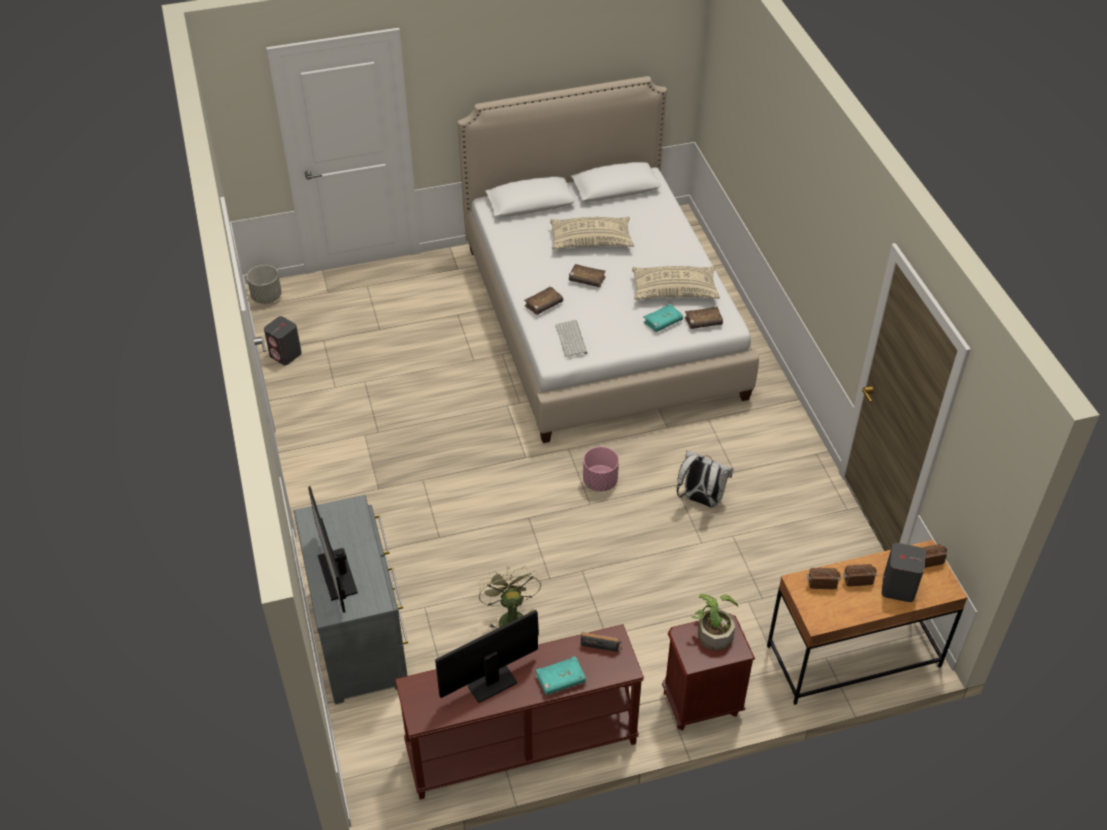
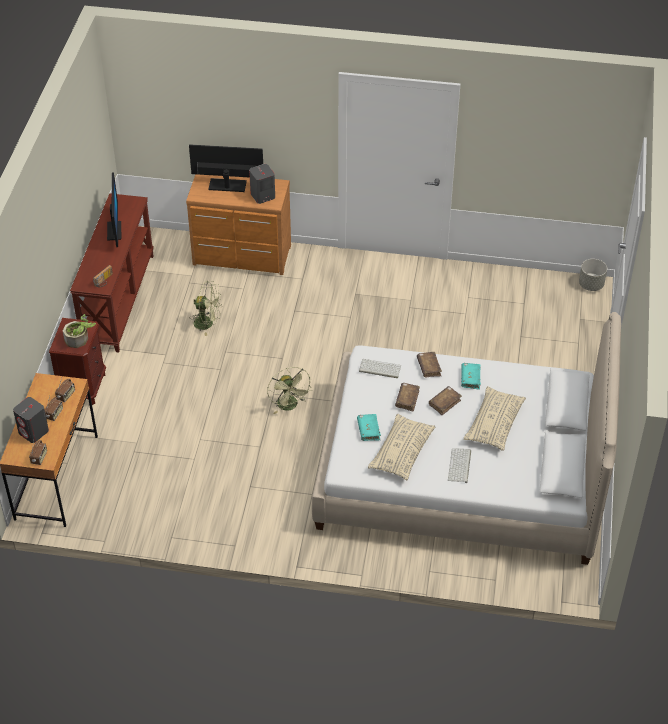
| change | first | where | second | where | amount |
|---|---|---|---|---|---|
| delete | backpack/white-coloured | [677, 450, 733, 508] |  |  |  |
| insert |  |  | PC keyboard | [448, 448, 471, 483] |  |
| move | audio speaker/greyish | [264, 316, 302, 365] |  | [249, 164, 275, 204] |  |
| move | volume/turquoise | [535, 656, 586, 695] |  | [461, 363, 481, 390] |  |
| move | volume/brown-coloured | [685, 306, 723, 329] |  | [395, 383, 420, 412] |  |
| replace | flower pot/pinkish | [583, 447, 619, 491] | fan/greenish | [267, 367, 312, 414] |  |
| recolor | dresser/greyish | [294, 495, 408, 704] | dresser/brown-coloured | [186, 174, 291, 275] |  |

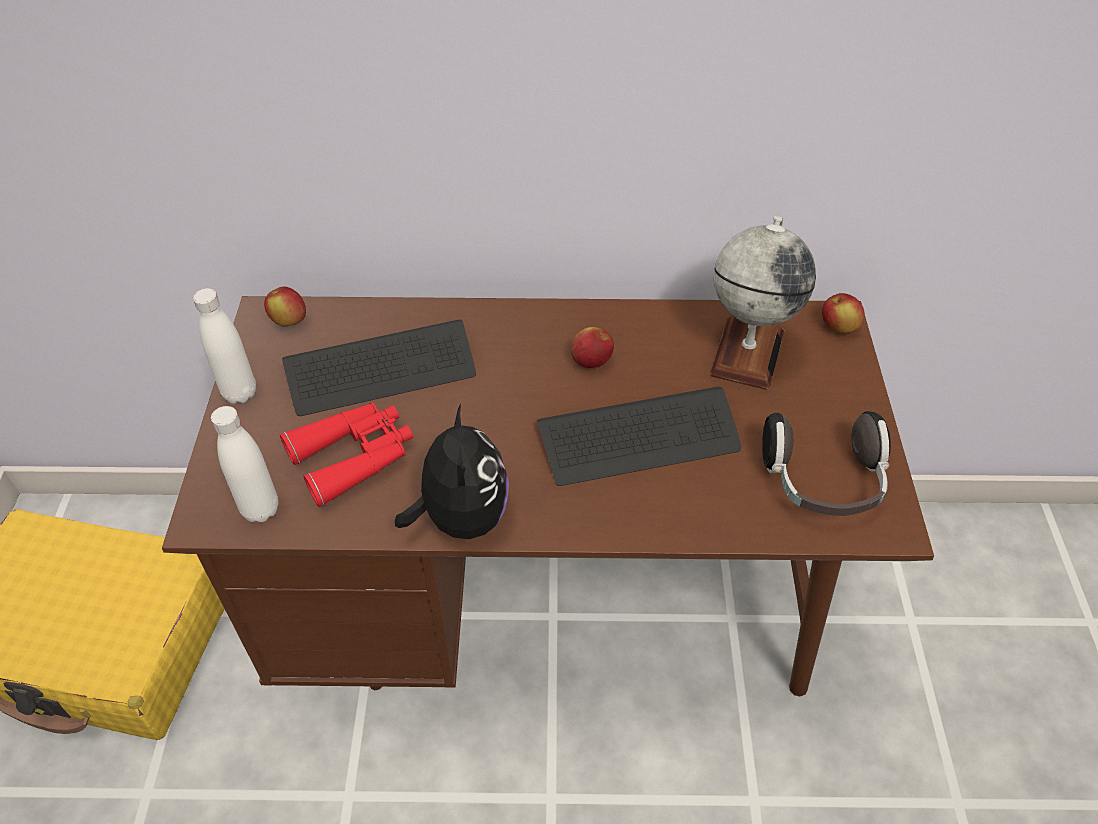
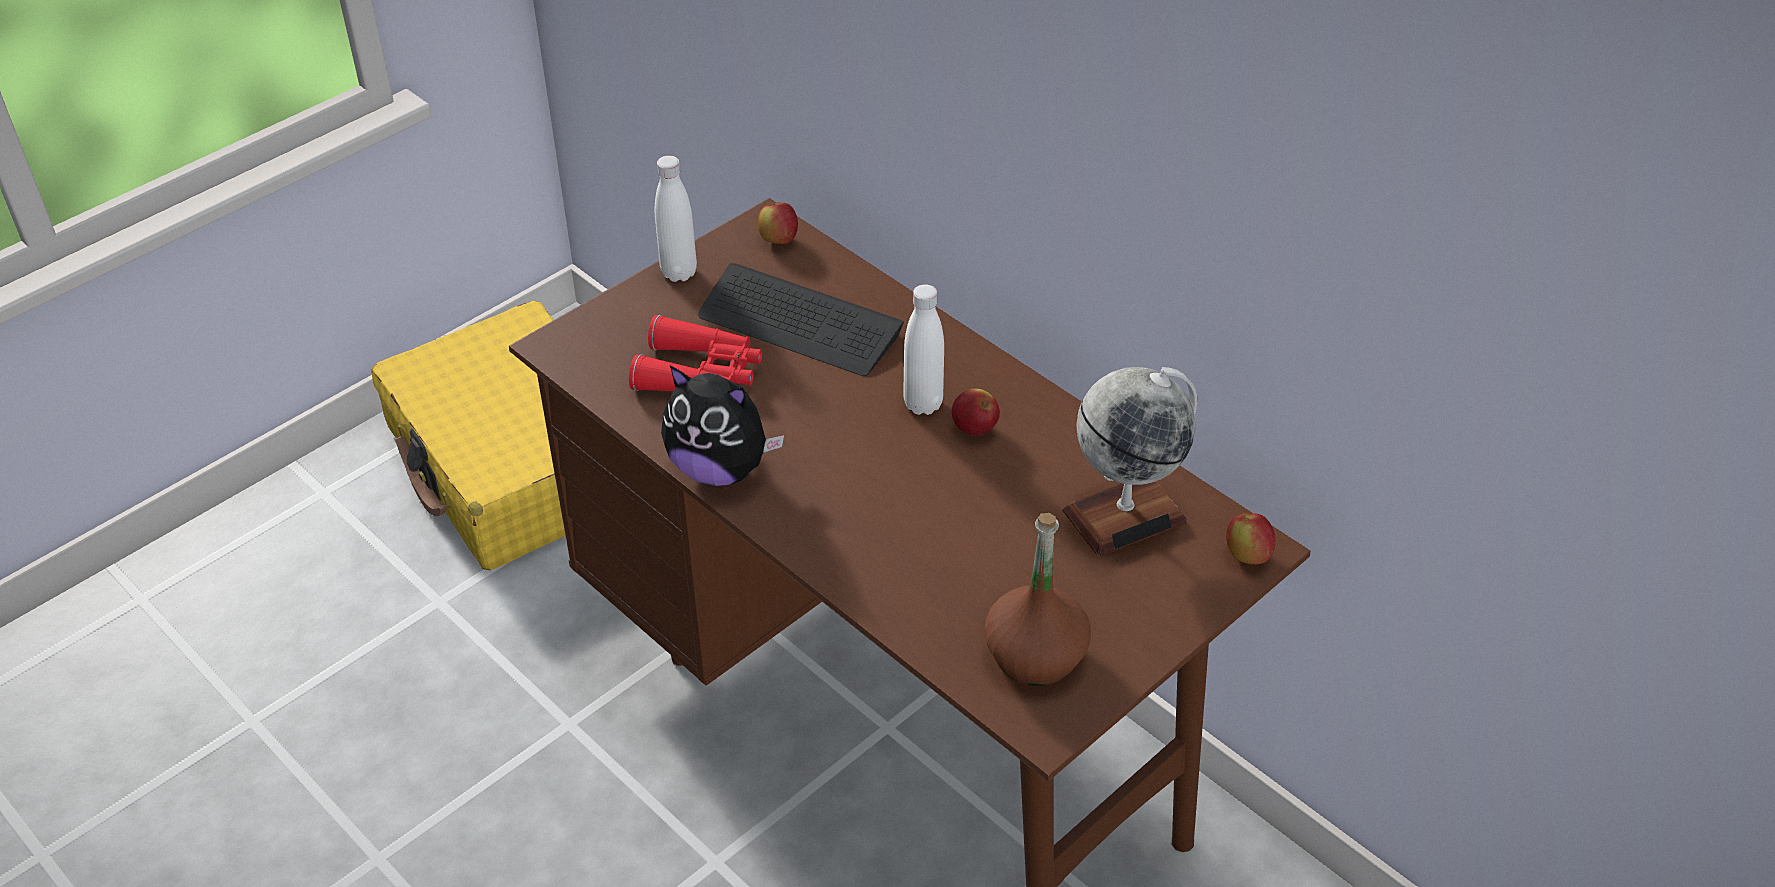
| change | first | where | second | where | amount |
|---|---|---|---|---|---|
| delete | PC keyboard | [537, 387, 742, 486] |  |  |  |
| move | beverage bottle/white-coloured | [211, 406, 279, 522] |  | [903, 284, 944, 415] |  |
| replace | headset | [762, 411, 891, 516] | beverage bottle/brown-coloured | [984, 513, 1091, 686] |  |
| rotate | plush toy | [395, 404, 509, 539] |  | [661, 365, 784, 486] | 75 degrees clockwise |

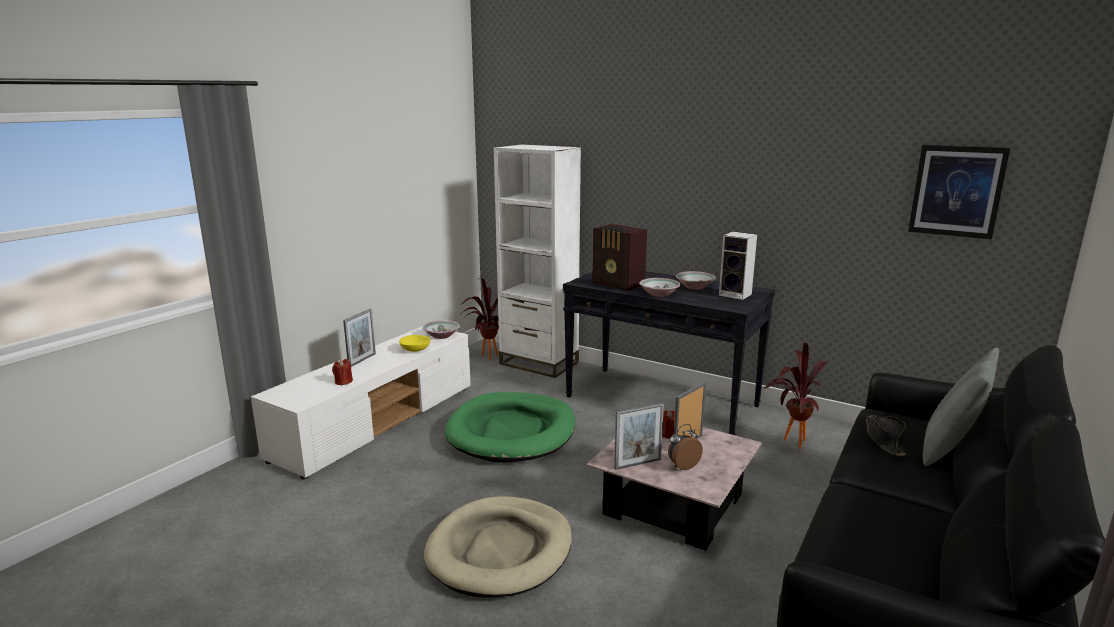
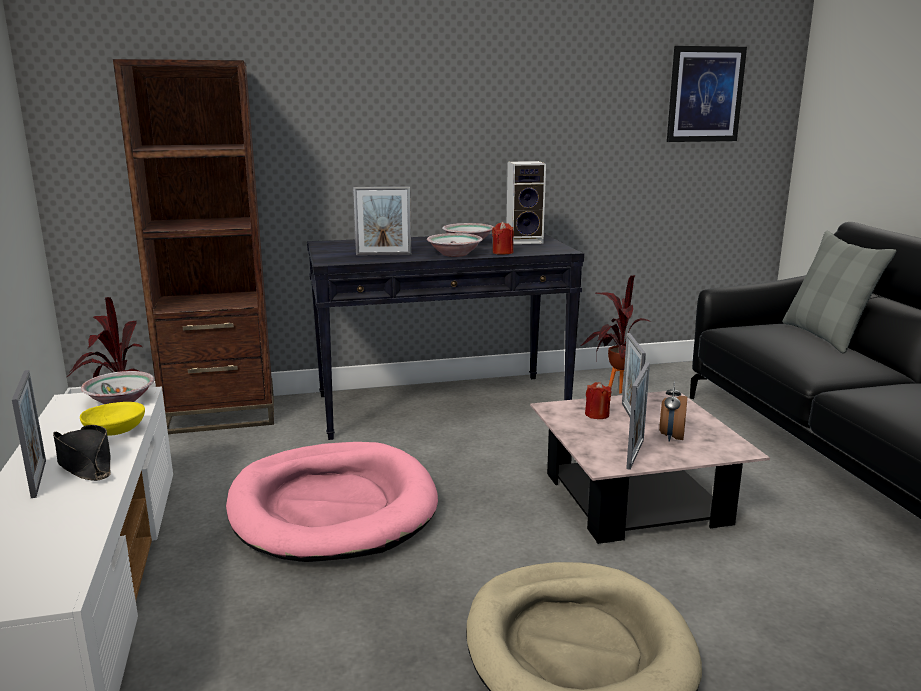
| change | first | where | second | where | amount |
|---|---|---|---|---|---|
| move | candle/reddish | [332, 359, 353, 385] |  | [492, 222, 514, 255] |  |
| move | wearable hat/black | [866, 415, 906, 456] |  | [53, 425, 111, 481] |  |
| replace | radio receiver | [592, 224, 647, 291] | picture frame | [353, 186, 411, 255] |  |
| recolor | pet bed/greenish | [445, 392, 575, 463] | pet bed/pinkish | [226, 442, 438, 562] |  |
| recolor | shelving unit/white-coloured | [494, 145, 581, 378] | shelving unit/brown-coloured | [113, 59, 274, 434] |  |

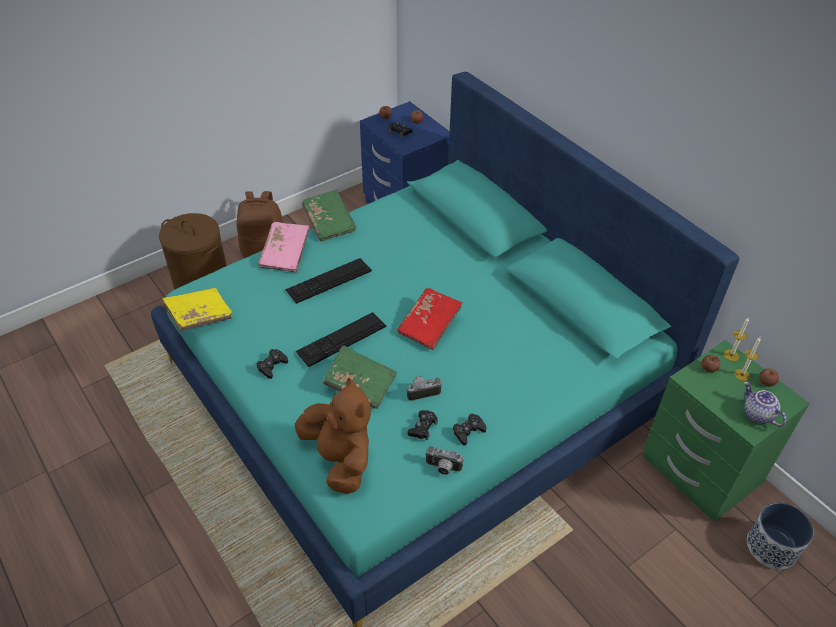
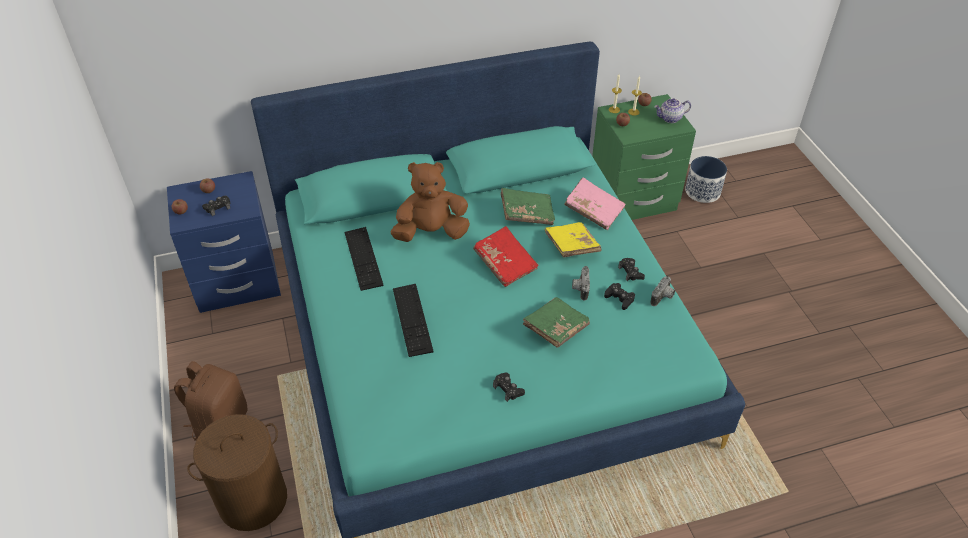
| change | first | where | second | where | amount |
|---|---|---|---|---|---|
| move | volume/yellowish | [162, 288, 232, 331] |  | [544, 222, 601, 258] |  |
| move | volume/pinkish | [258, 222, 310, 272] |  | [565, 177, 626, 230] |  |
| move | plush toy/brown-coloured | [294, 377, 371, 494] |  | [390, 162, 470, 242] |  |
| move | PC keyboard | [296, 312, 386, 367] |  | [345, 227, 384, 291] |  |
| move | volume/greenish | [302, 189, 357, 242] |  | [501, 188, 555, 225] |  |

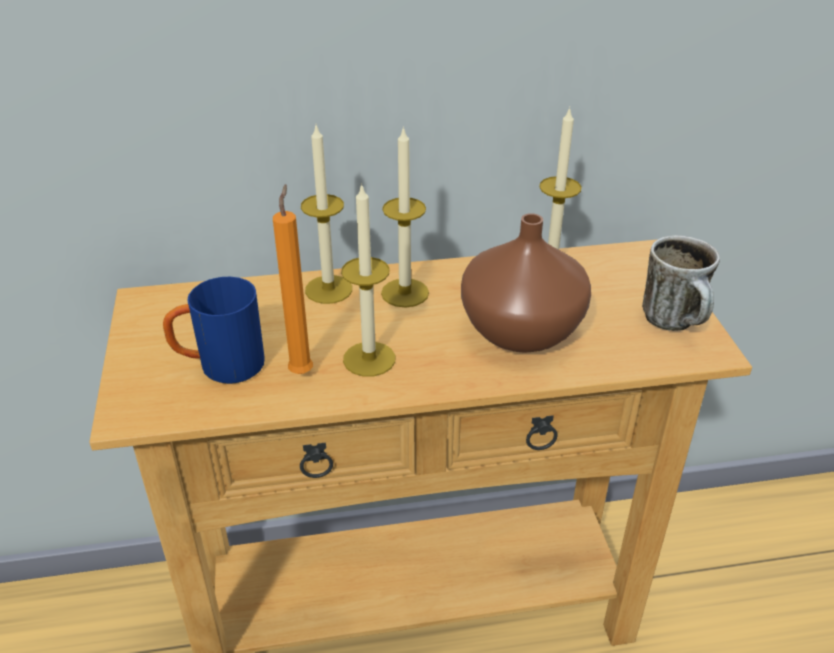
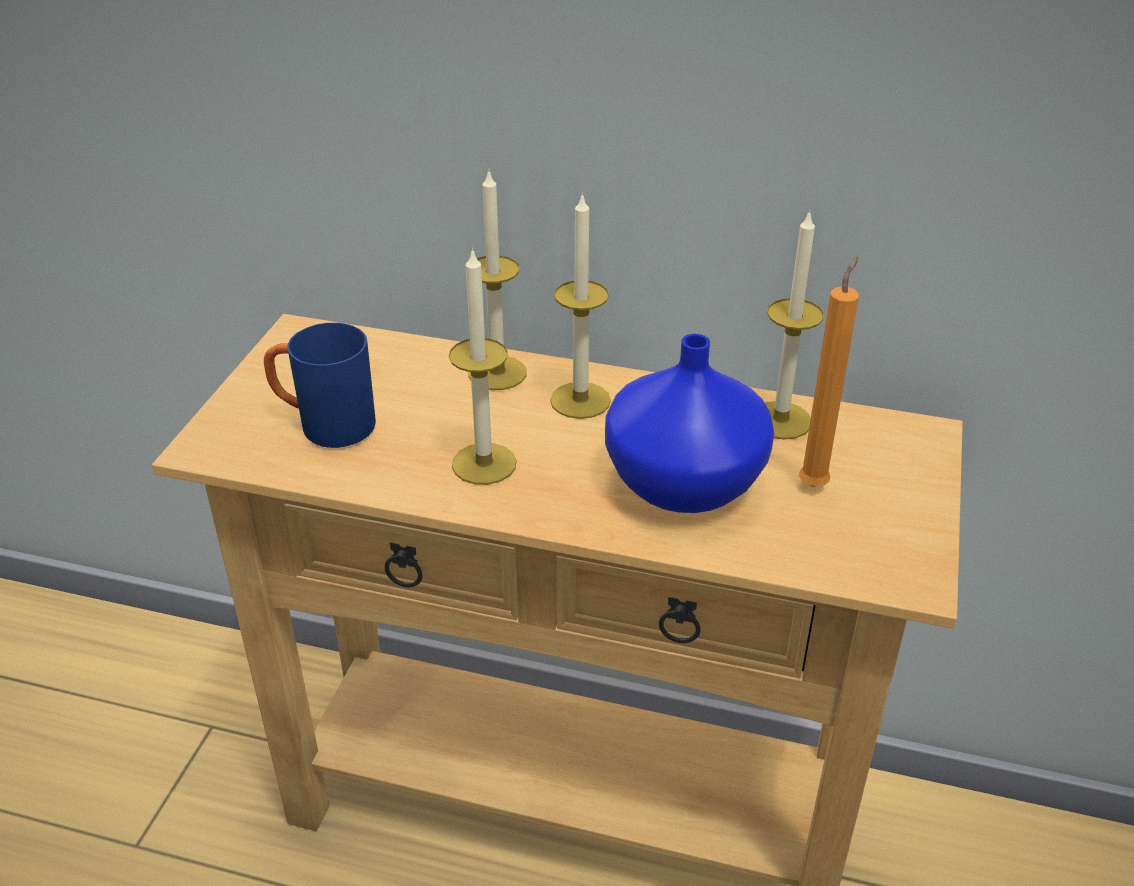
| change | first | where | second | where | amount |
|---|---|---|---|---|---|
| delete | coffee mug | [642, 235, 720, 331] |  |  |  |
| move | candle/orange-coloured | [273, 184, 313, 374] |  | [799, 255, 859, 487] |  |
| recolor | flower vase/brown-coloured | [461, 213, 591, 353] | flower vase/blue-coloured | [605, 334, 774, 513] |  |

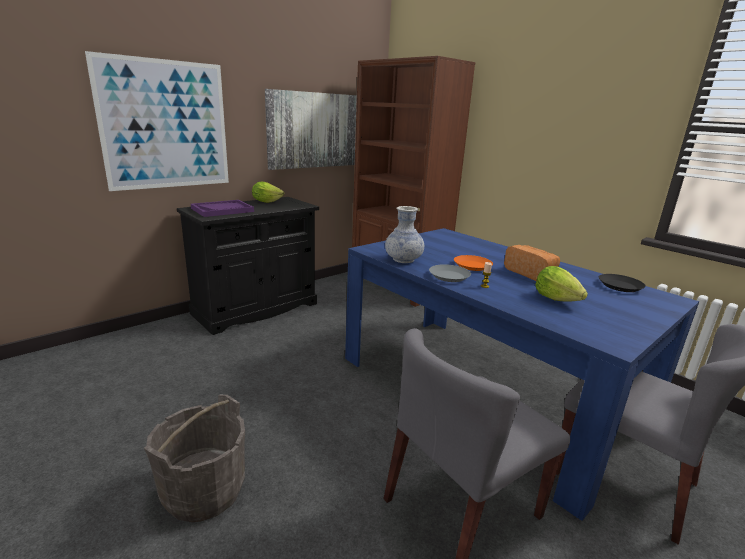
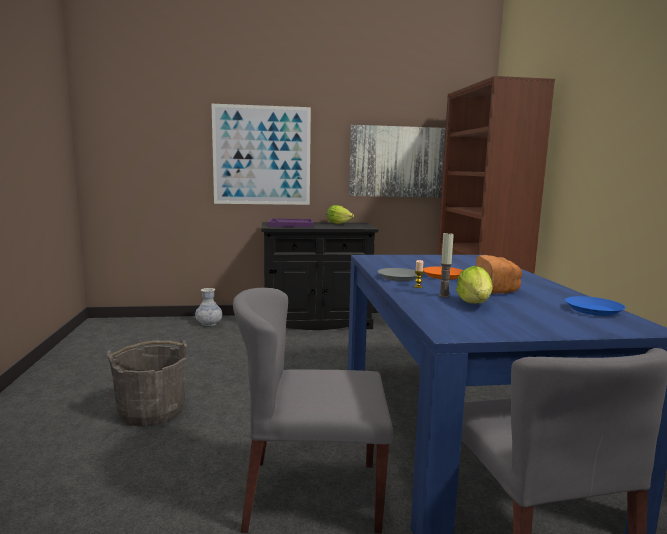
| change | first | where | second | where | amount |
|---|---|---|---|---|---|
| insert |  |  | candle | [439, 232, 454, 298] |  |
| move | flower vase | [385, 206, 424, 263] |  | [195, 288, 222, 326] |  |
| recolor | flat dish/black | [599, 274, 646, 292] | flat dish/blue-coloured | [565, 296, 626, 316] |  |

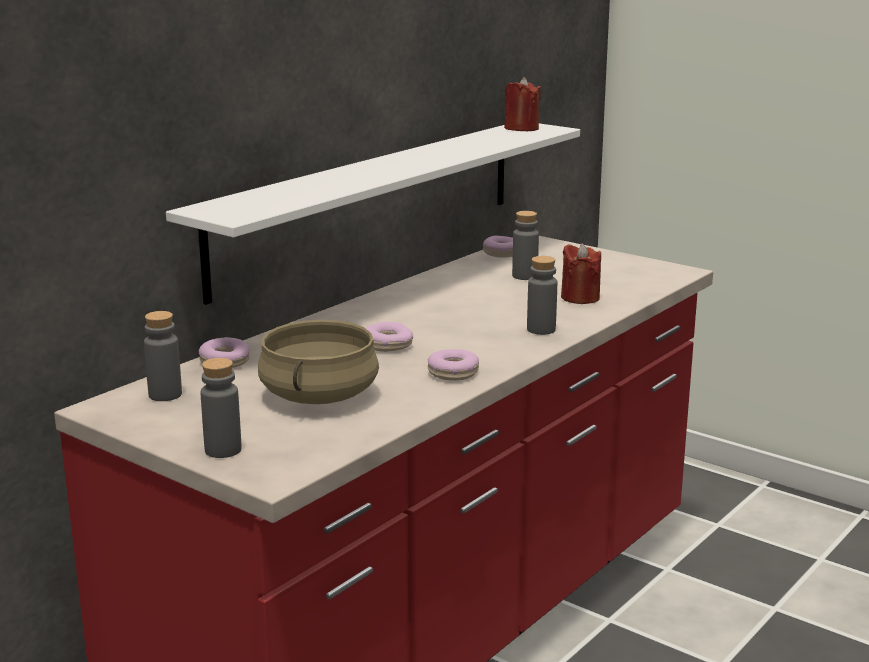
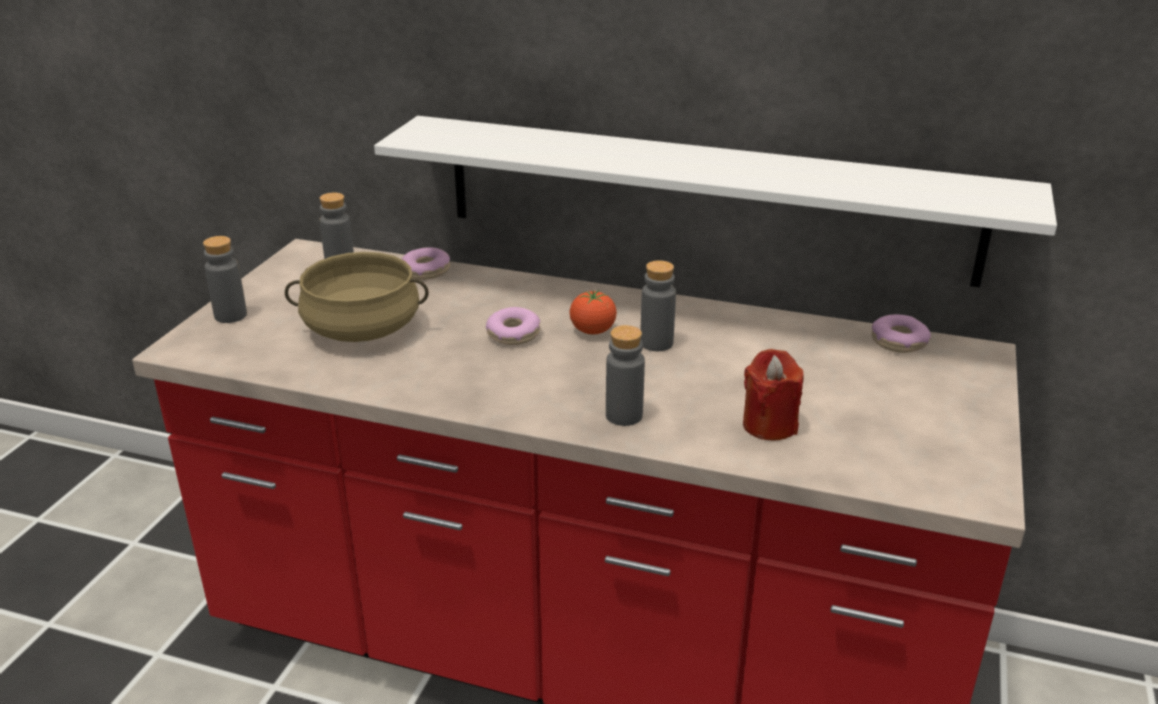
| change | first | where | second | where | amount |
|---|---|---|---|---|---|
| delete | doughnut | [428, 349, 479, 381] |  |  |  |
| delete | candle/reddish | [504, 77, 541, 131] |  |  |  |
| insert |  |  | tomato | [570, 290, 617, 335] |  |
| move | beverage bottle/greyish | [512, 211, 539, 280] |  | [640, 260, 676, 351] |  |

